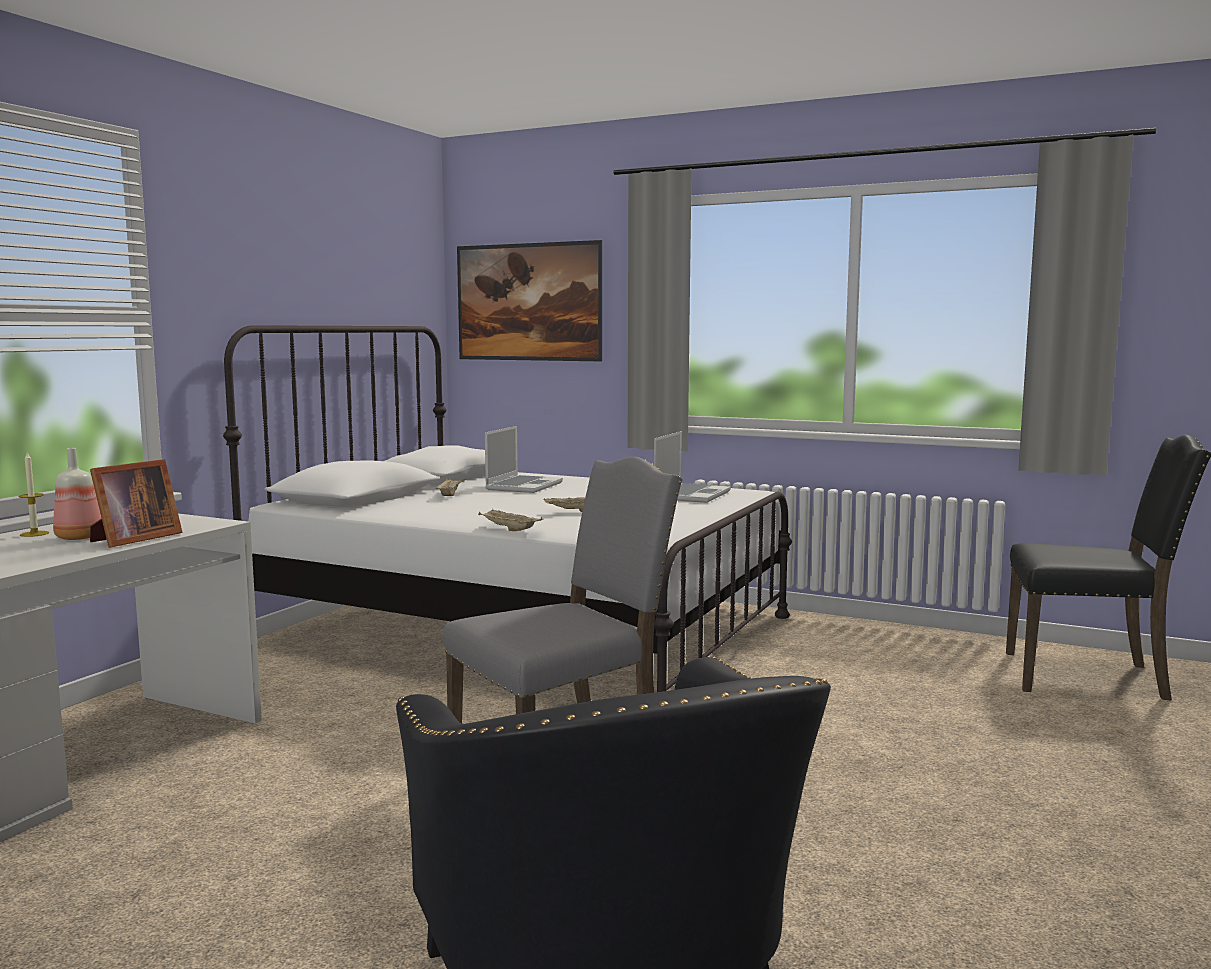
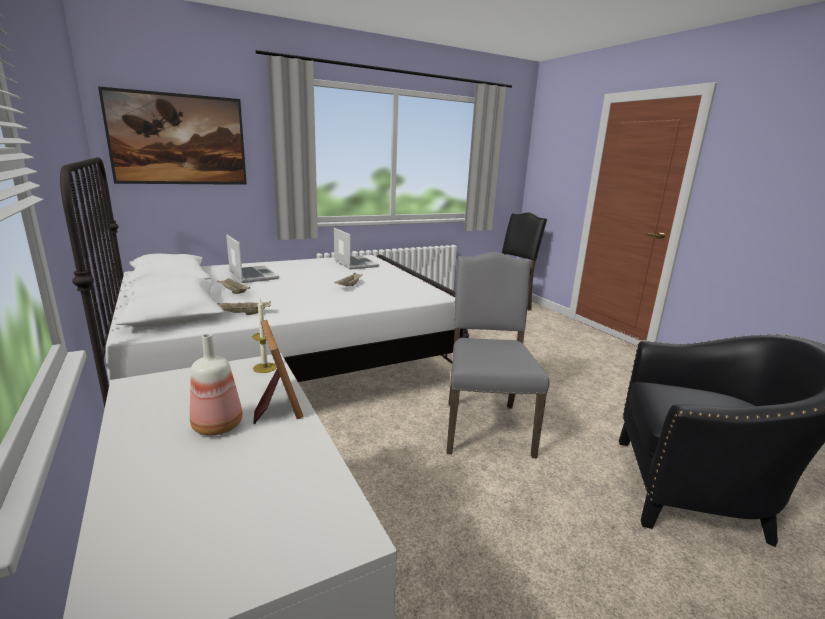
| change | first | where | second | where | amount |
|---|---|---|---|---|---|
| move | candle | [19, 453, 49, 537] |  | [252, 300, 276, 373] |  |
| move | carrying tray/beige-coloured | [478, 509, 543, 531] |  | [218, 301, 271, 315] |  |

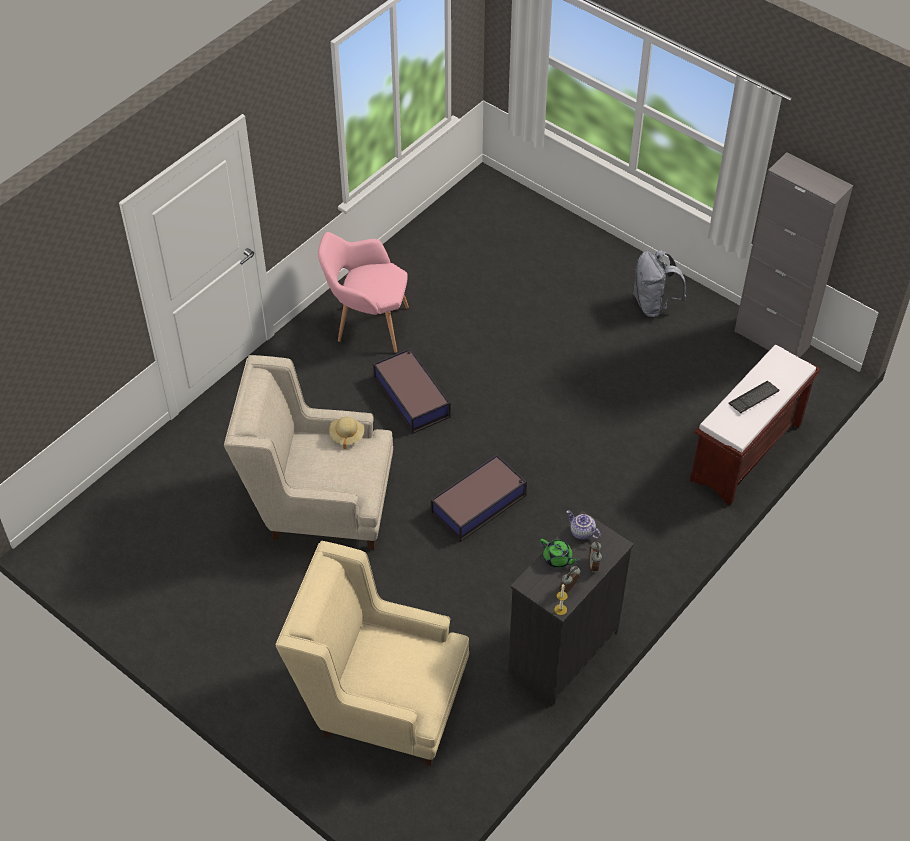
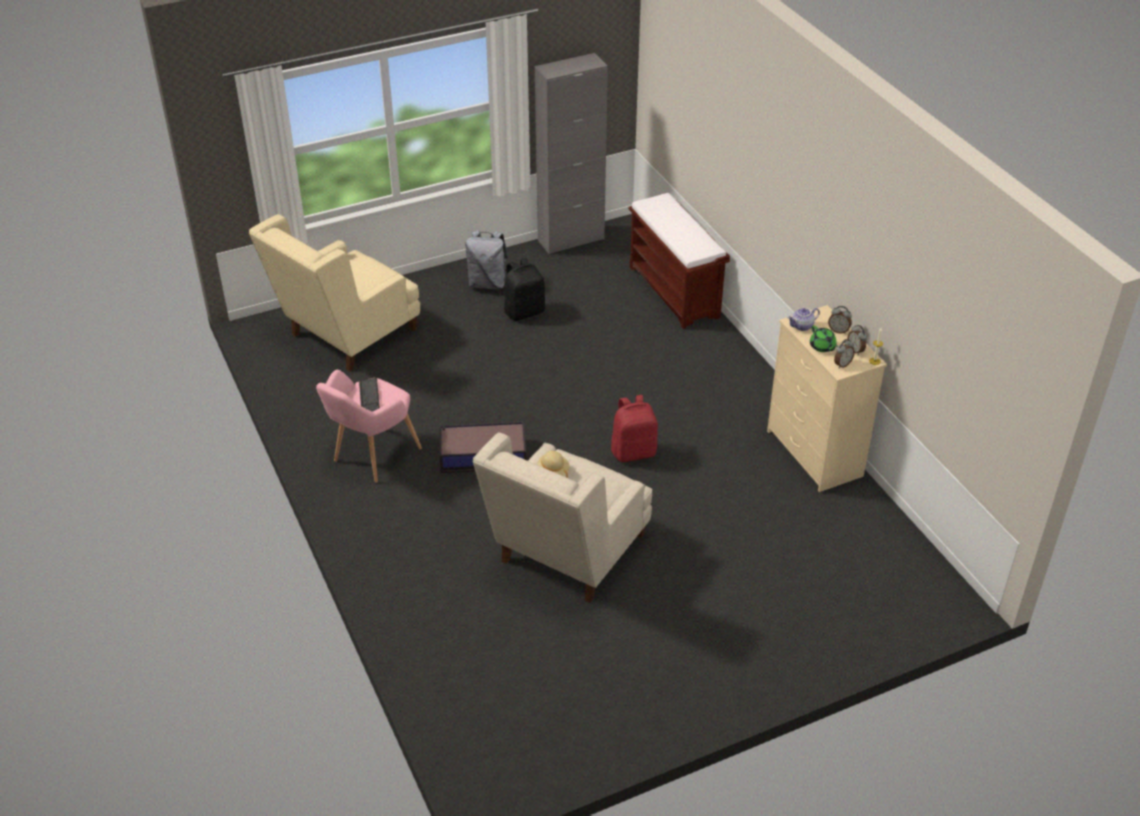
| change | first | where | second | where | amount |
|---|---|---|---|---|---|
| insert |  |  | backpack/black | [504, 258, 545, 321] |  |
| insert |  |  | bedside clock | [834, 339, 855, 368] |  |
| move | lounge chair/beige-coloured | [276, 541, 469, 766] |  | [249, 214, 420, 372] |  |
| move | PC keyboard | [728, 381, 780, 413] |  | [359, 378, 380, 412] |  |
| replace | storage container | [431, 454, 527, 542] | backpack/reddish | [611, 395, 658, 462] |  |
| recolor | dresser/black | [508, 511, 634, 705] | dresser/beige-coloured | [767, 305, 887, 492] |  |
| rotate | pot for tea/greenish | [540, 539, 579, 568] |  | [810, 325, 838, 352] | 90 degrees clockwise |

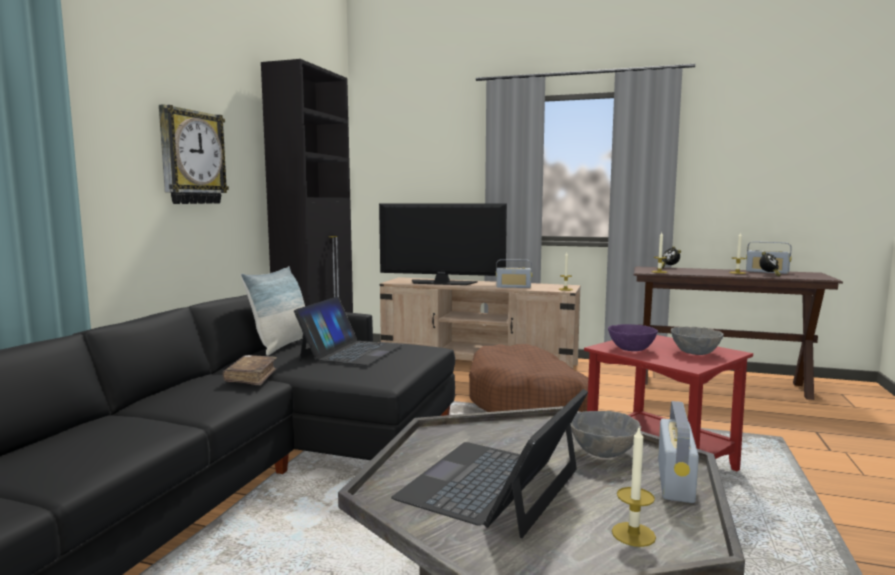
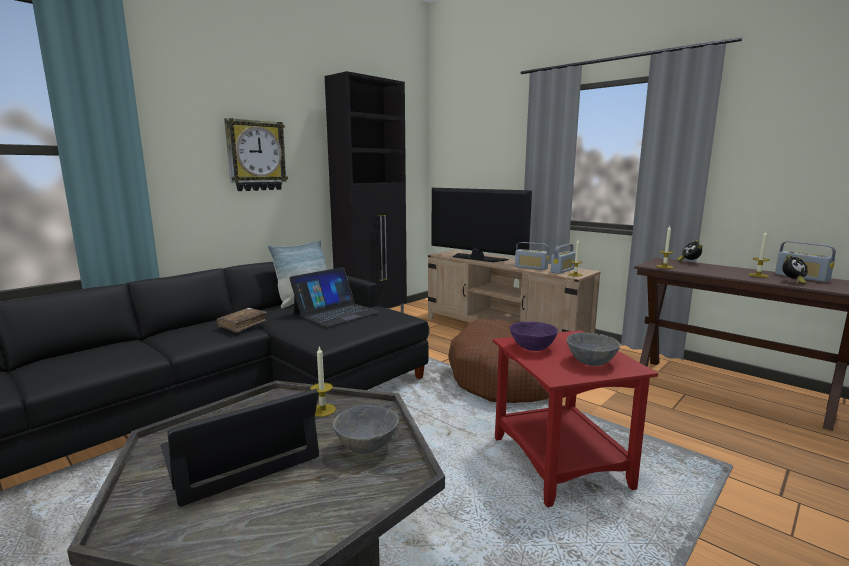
| change | first | where | second | where | amount |
|---|---|---|---|---|---|
| move | candle | [612, 428, 656, 547] |  | [310, 346, 336, 417] |  |
| move | radio receiver | [658, 401, 699, 503] |  | [551, 244, 576, 274] |  |

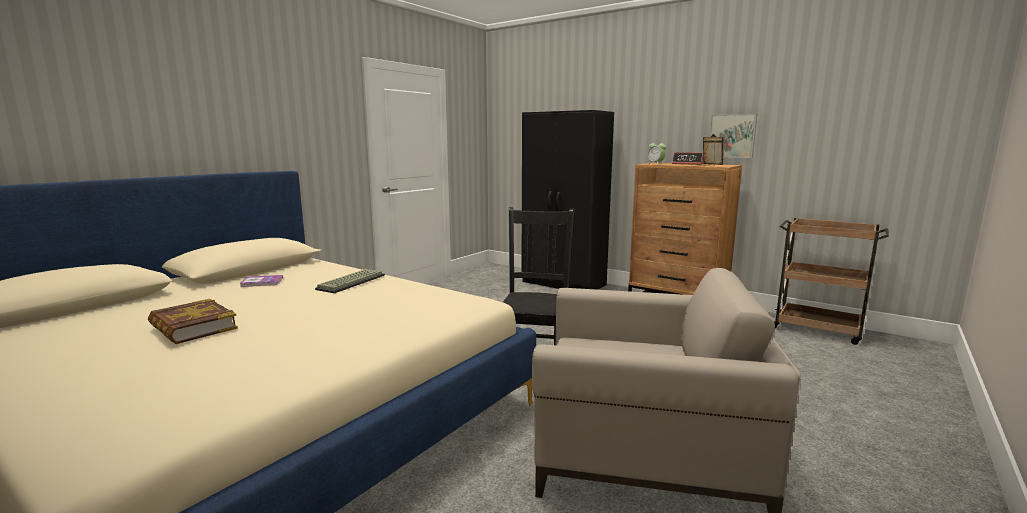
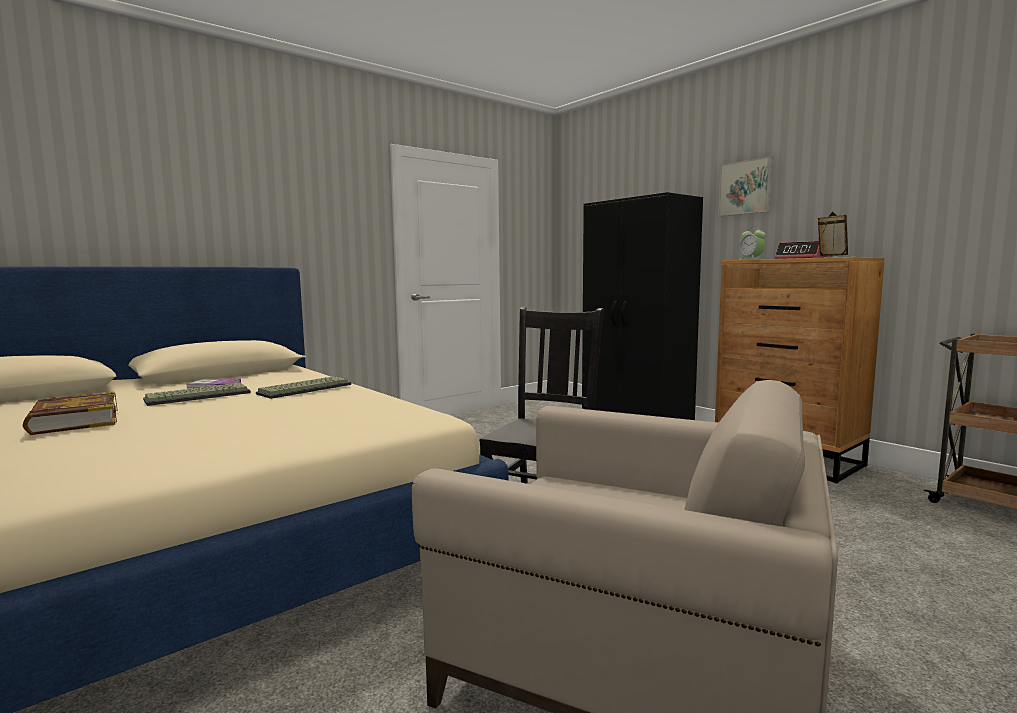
| change | first | where | second | where | amount |
|---|---|---|---|---|---|
| insert |  |  | PC keyboard | [143, 383, 251, 406] |  |
| move | picture | [710, 114, 757, 158] |  | [718, 156, 773, 216] |  |

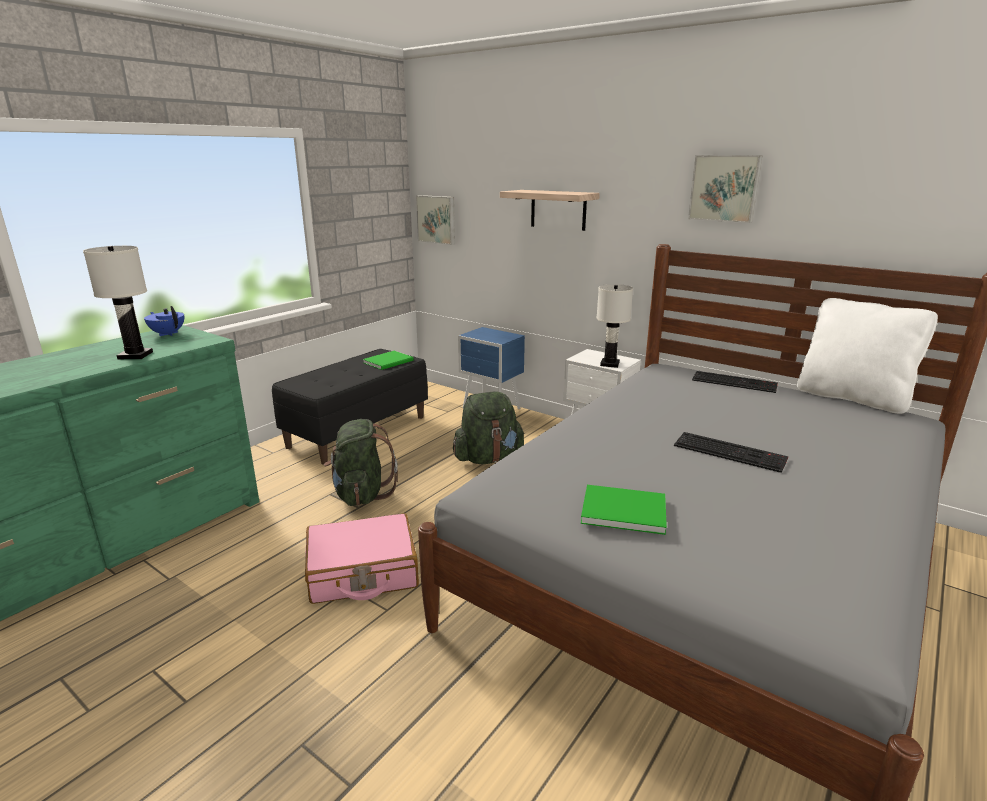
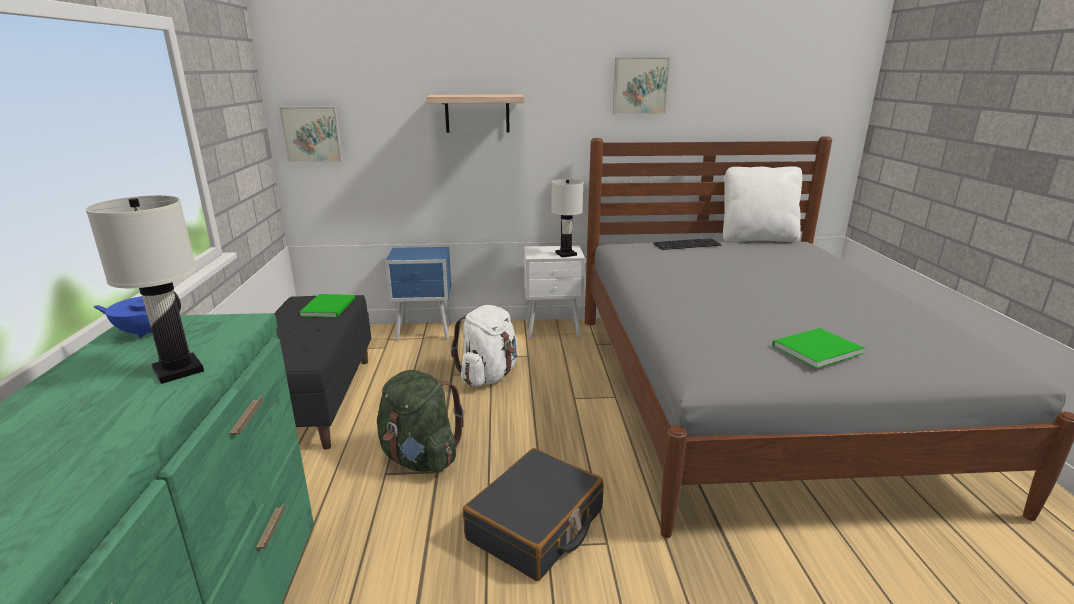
| change | first | where | second | where | amount |
|---|---|---|---|---|---|
| delete | PC keyboard | [674, 432, 788, 473] |  |  |  |
| recolor | travel case/pinkish | [305, 513, 419, 604] | travel case/black | [463, 448, 604, 581] |  |
| recolor | backpack/greenish | [453, 391, 525, 464] | backpack/white-coloured | [451, 305, 517, 386] |  |

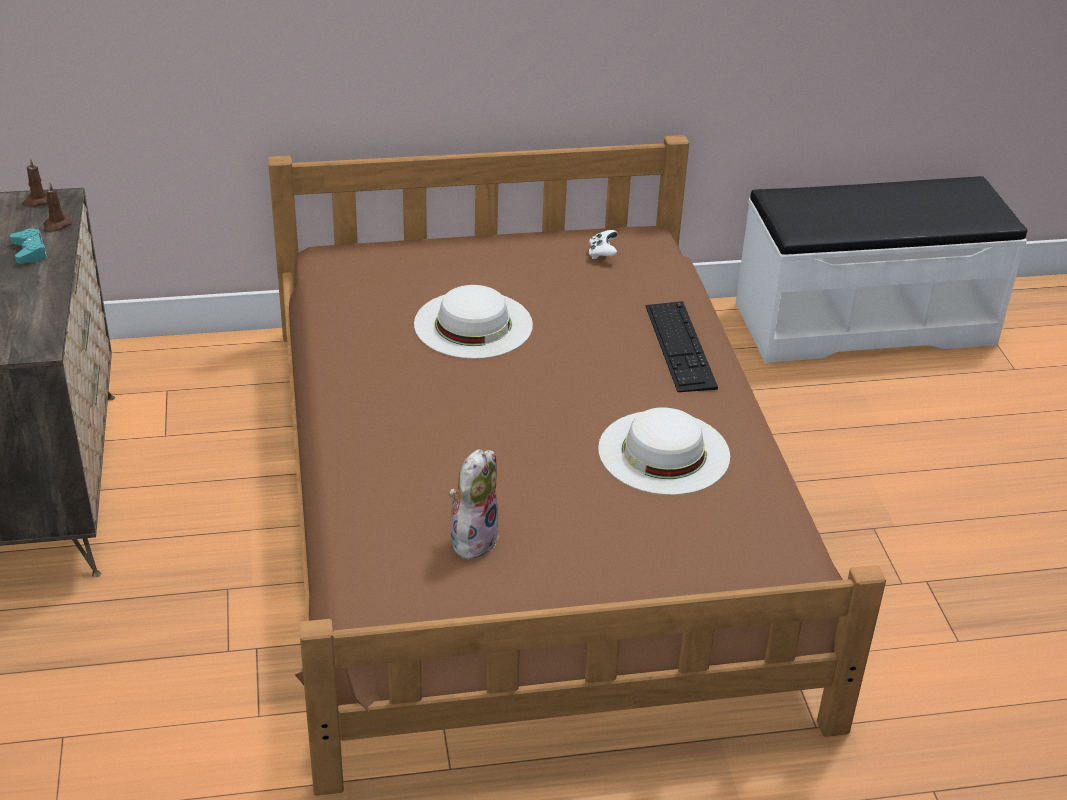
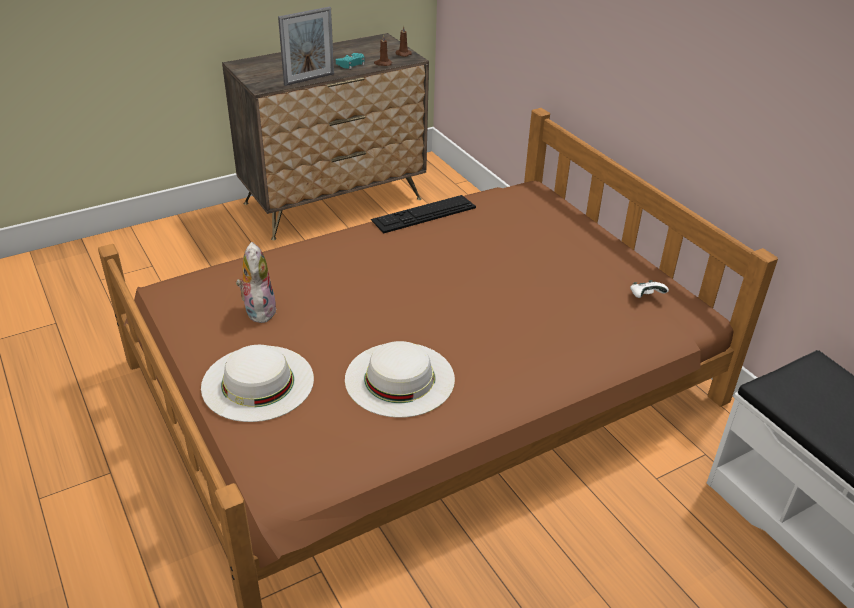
| change | first | where | second | where | amount |
|---|---|---|---|---|---|
| insert |  |  | picture frame | [278, 7, 334, 86] |  |
| move | wearable hat/white-coloured | [414, 285, 533, 359] |  | [201, 345, 314, 422] |  |
| move | PC keyboard | [645, 301, 718, 392] |  | [371, 195, 476, 234] |  |
| rotate | plush toy | [449, 449, 499, 563] |  | [236, 242, 277, 323] | 105 degrees counterclockwise |

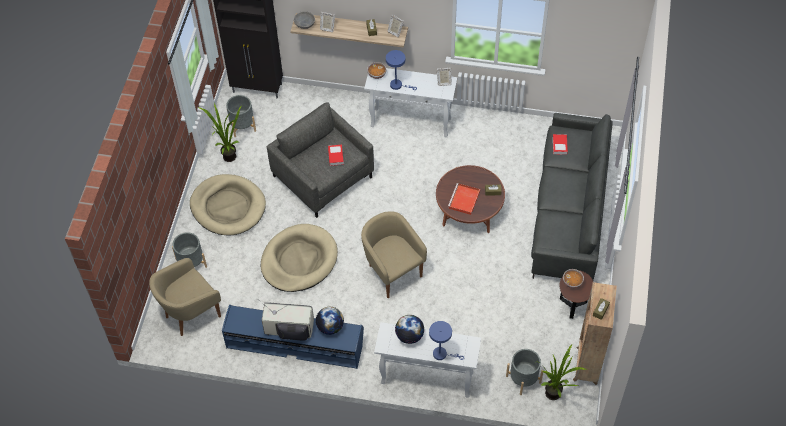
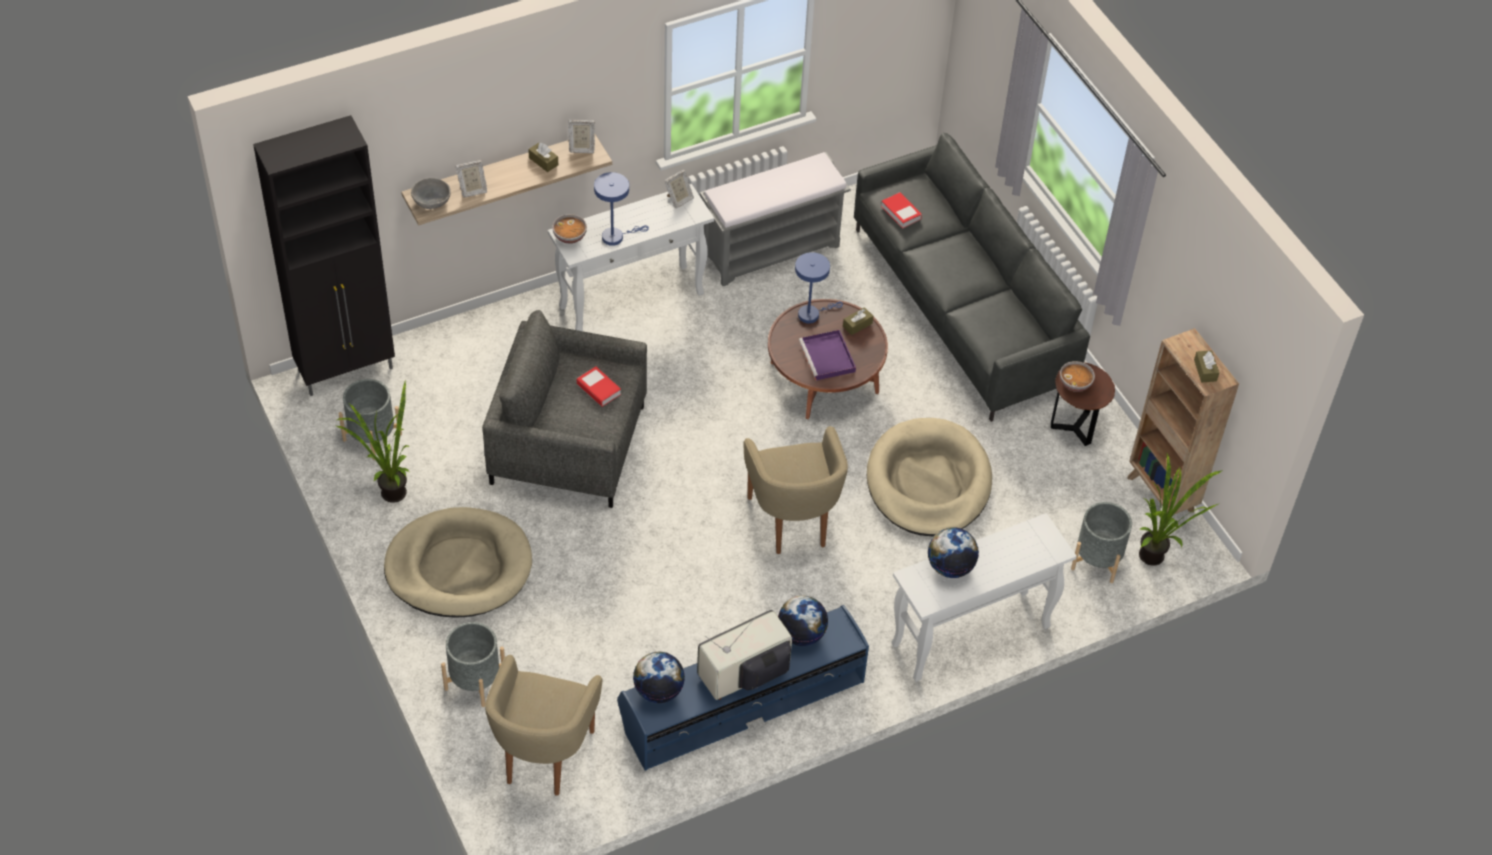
| change | first | where | second | where | amount |
|---|---|---|---|---|---|
| insert |  |  | desk globe | [633, 652, 685, 703] |  |
| insert |  |  | indoor bench/greyish | [700, 152, 851, 286] |  |
| move | pet bed/beige-coloured | [261, 224, 338, 292] |  | [867, 418, 992, 537] |  |
| move | lamp for a table/blue-coloured | [429, 321, 464, 360] |  | [795, 252, 843, 323] |  |
| recolor | carrying tray/reddish | [448, 183, 480, 215] | carrying tray/purple | [799, 330, 856, 380] |  |
| rotate | lounge chair/beige-coloured | [361, 211, 427, 298] |  | [744, 426, 848, 554] | 120 degrees counterclockwise |

